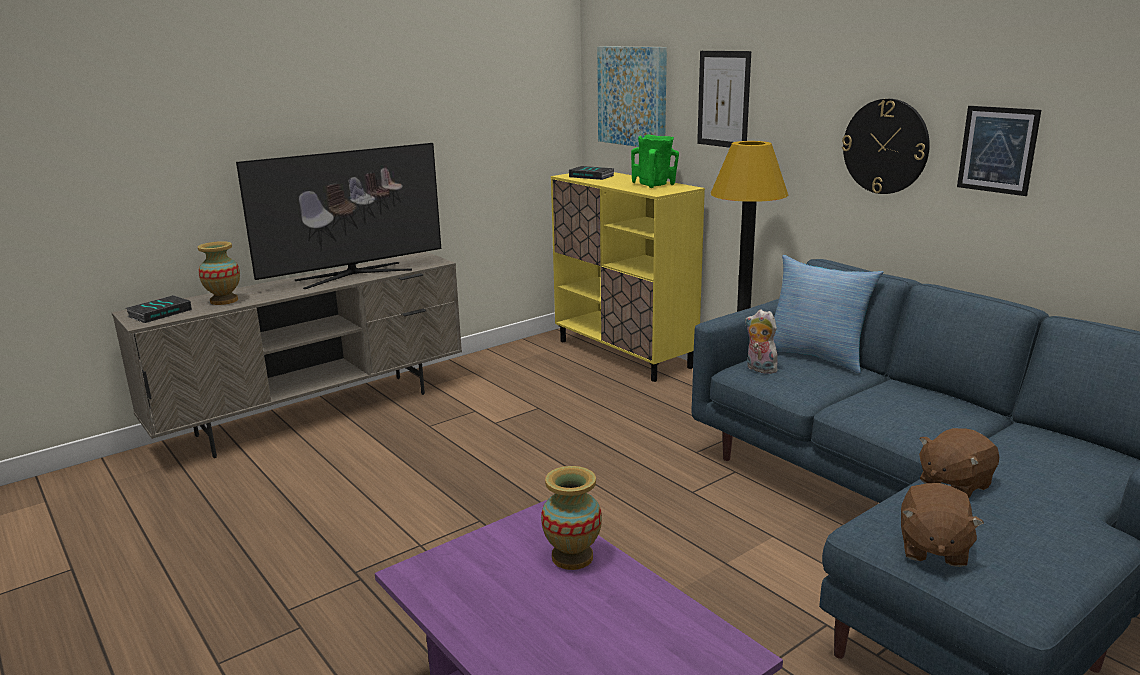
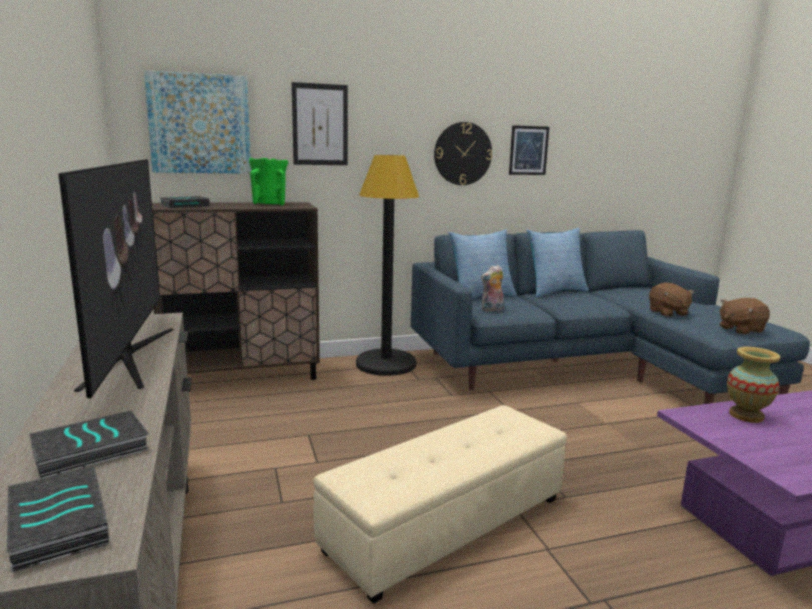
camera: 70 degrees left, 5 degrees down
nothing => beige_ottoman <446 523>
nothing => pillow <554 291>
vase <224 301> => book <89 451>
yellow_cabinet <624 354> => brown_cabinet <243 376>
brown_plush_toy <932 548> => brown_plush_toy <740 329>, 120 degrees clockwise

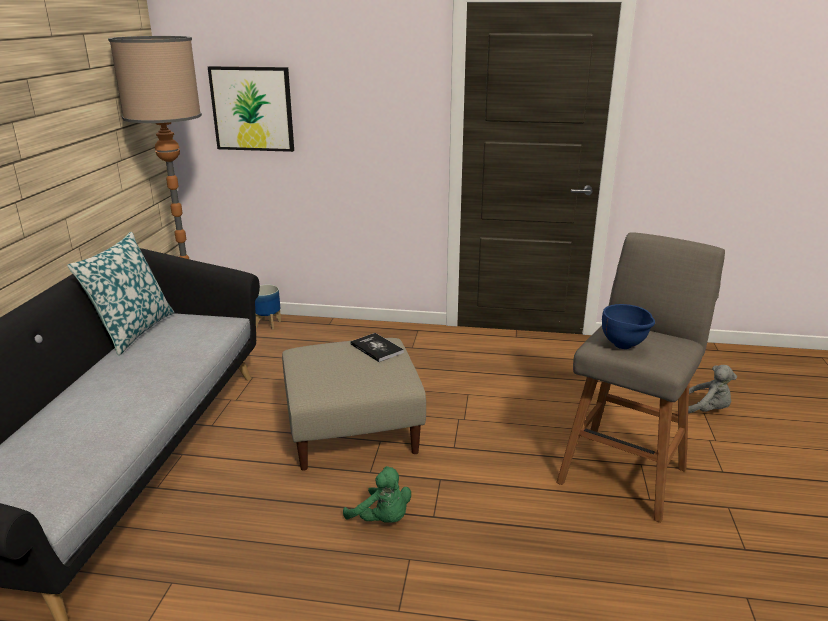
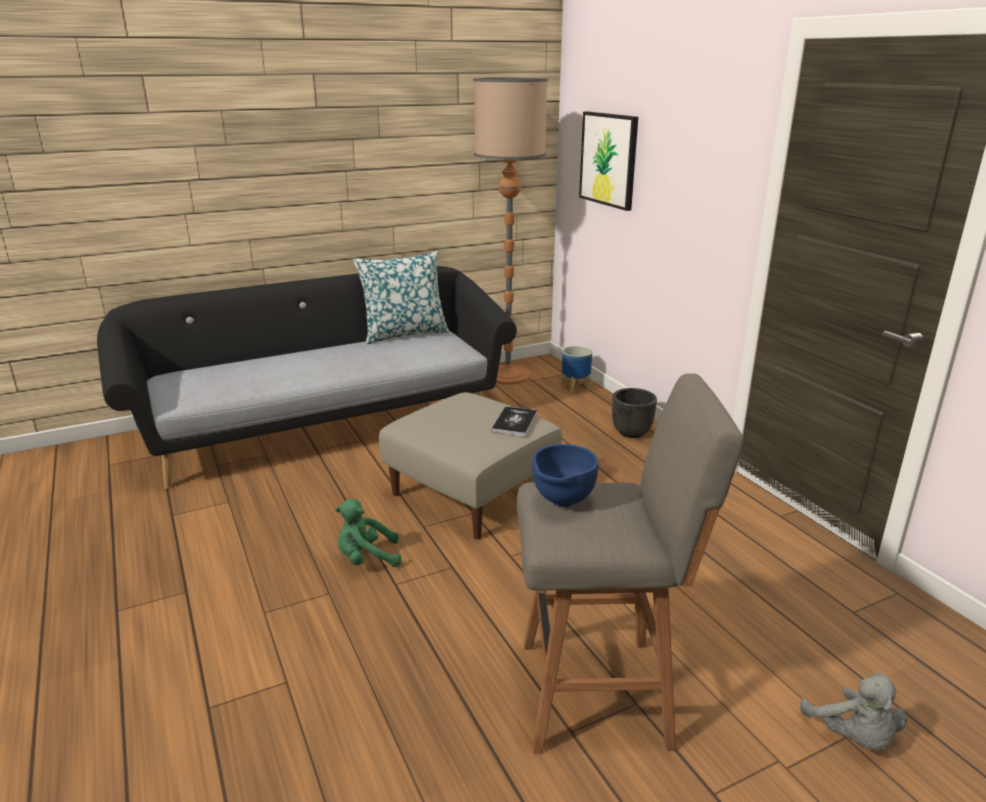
camera: 55 degrees right, 0 degrees up
nothing => black_planter <632 432>
green_plush_toy <382 519> => green_plush_toy <367 558>, 75 degrees clockwise

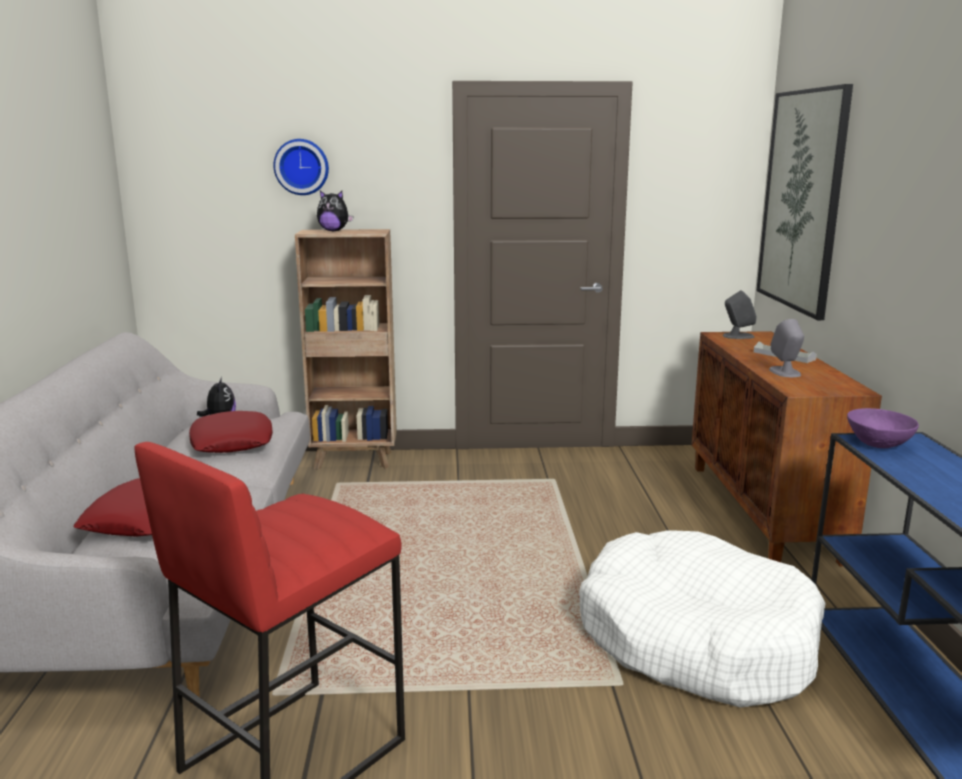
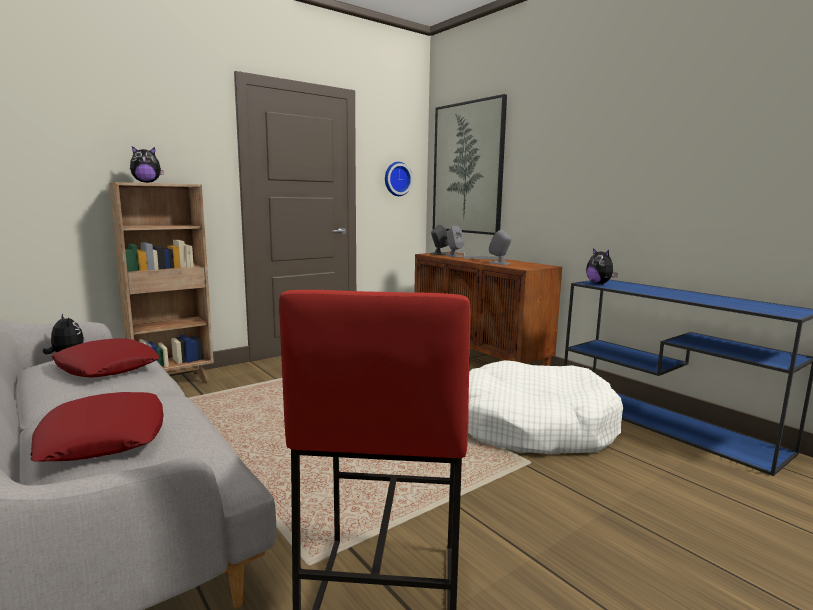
camera: 35 degrees left, 5 degrees down
nothing => grey_speaker <454 255>
wall_clock <302 167> => wall_clock <396 179>, shifted
purple_bowl <878 444> => plush_toy <599 284>

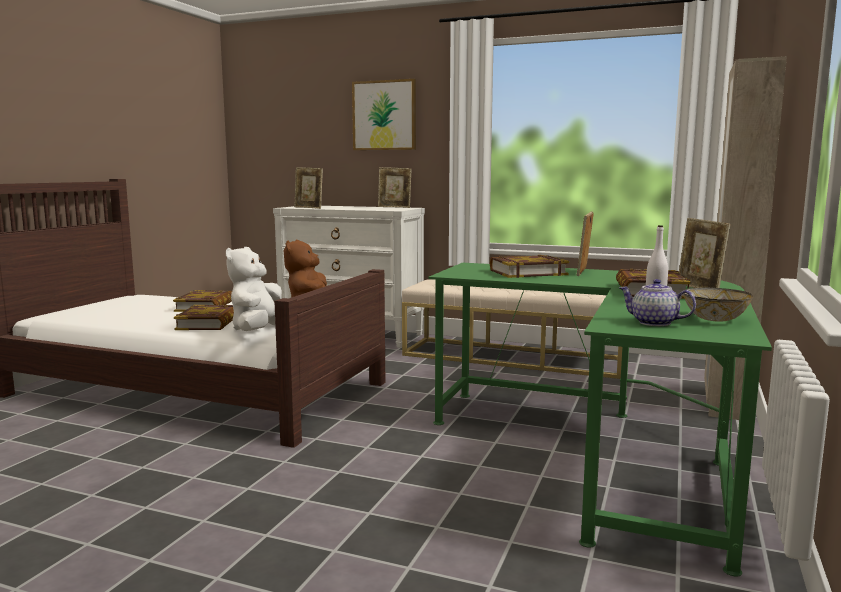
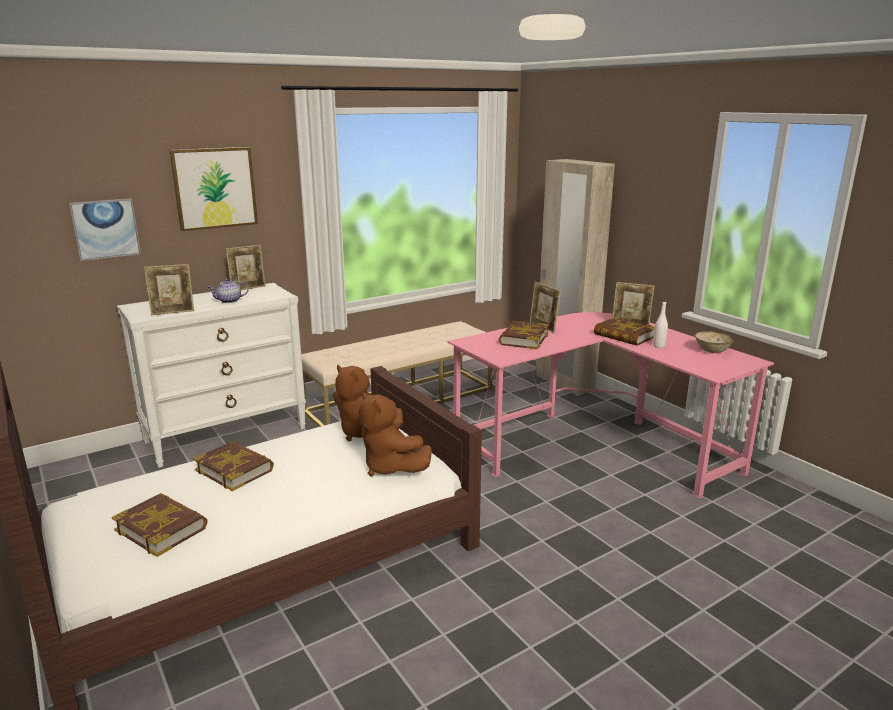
camera: 55 degrees left, 10 degrees up
nothing => picture <105 229>
book <209 323> => book <162 528>, shifted
teapot <653 323> => teapot <229 301>, shifted
white_plush_toy <259 331> => brown_plush_toy <390 467>
green_desk <599 451> => pink_desk <594 444>

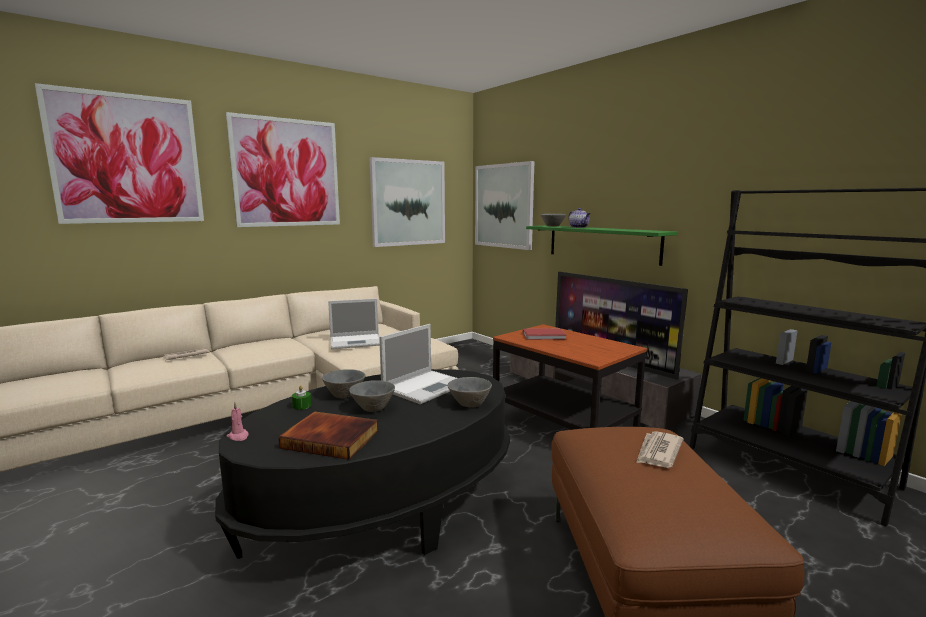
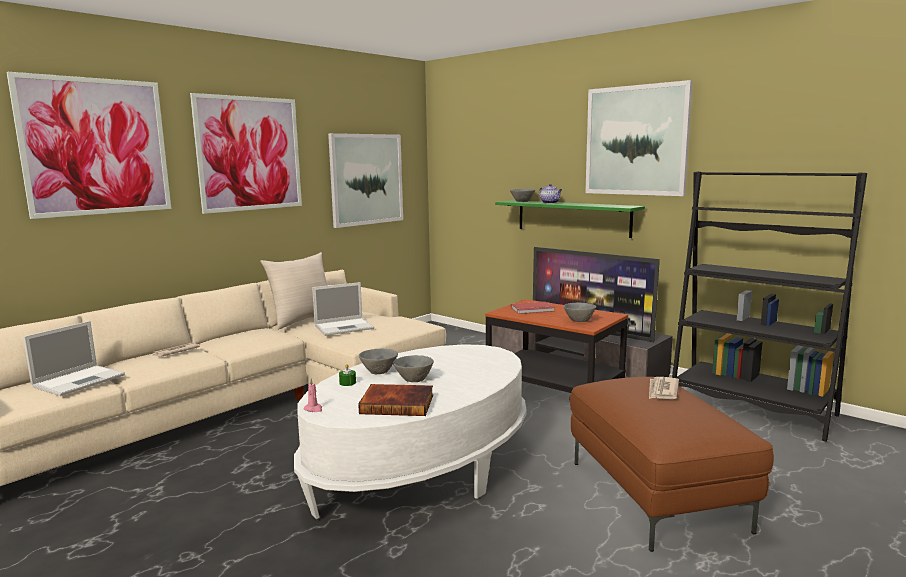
camera: 10 degrees left, 0 degrees up
nothing => beige_pillow <302 320>
laptop <426 386> => laptop <80 380>, shifted
grey_bowl <470 403> => grey_bowl <579 320>, shifted
picture <503 206> => picture <636 140>, shifted
black_coffee_table <383 505> => white_coffee_table <421 469>

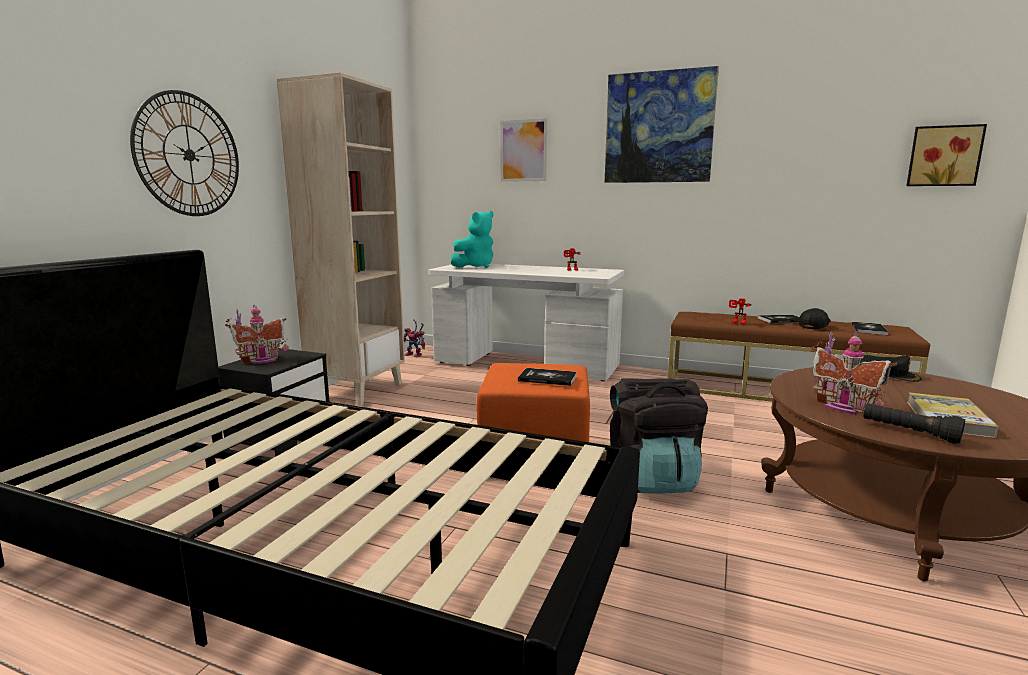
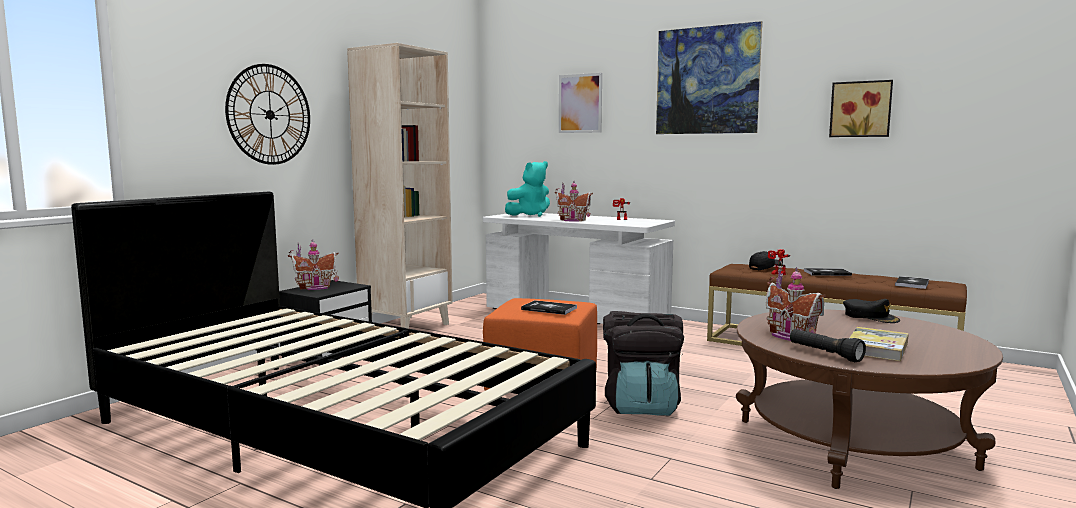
camera: 10 degrees right, 5 degrees down
toy_robot <415 355> => nothing
nothing => toy_house <572 220>
black_cap <814 326> => black_cap <764 268>, shifted
picture <944 156> => picture <860 109>, shifted

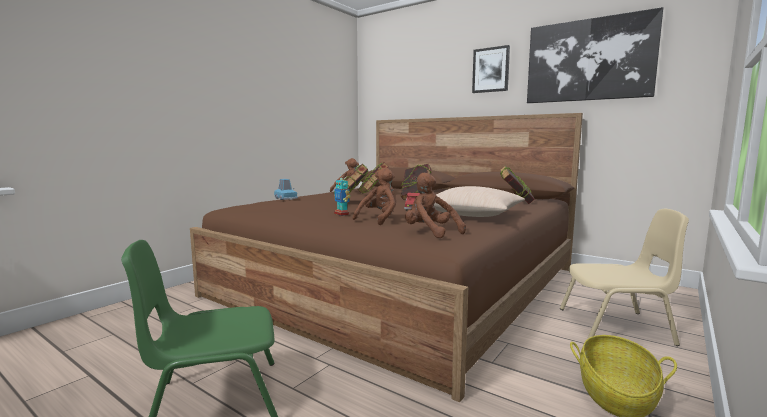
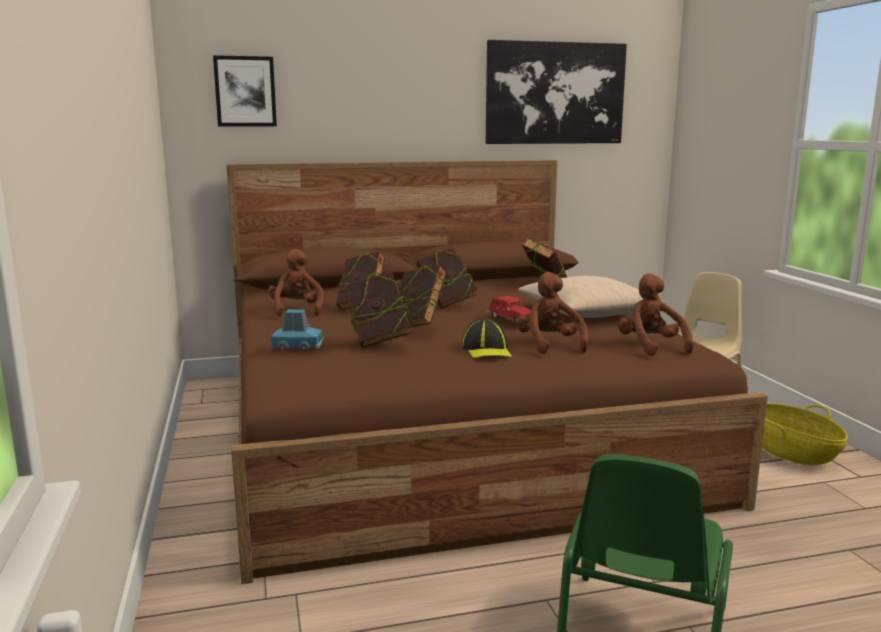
camera: 50 degrees left, 5 degrees up
nothing => book <378 341>
picture <491 70> => picture <245 91>, shifted
toy_robot <341 214> => cap <487 350>
brown_plush_toy <430 232> => brown_plush_toy <650 347>, 75 degrees clockwise

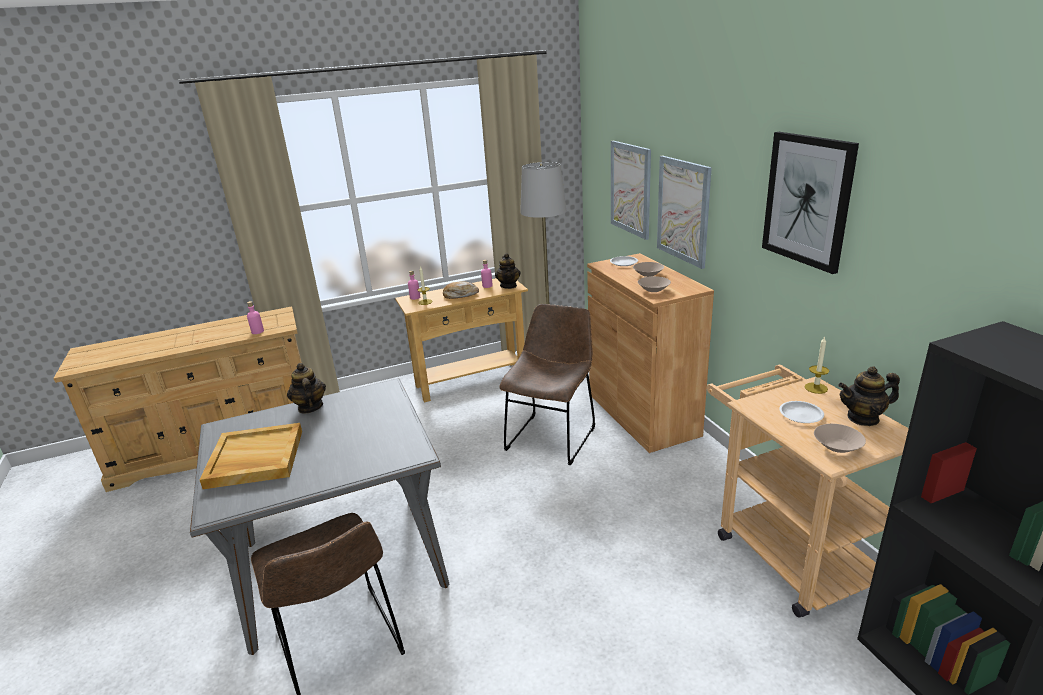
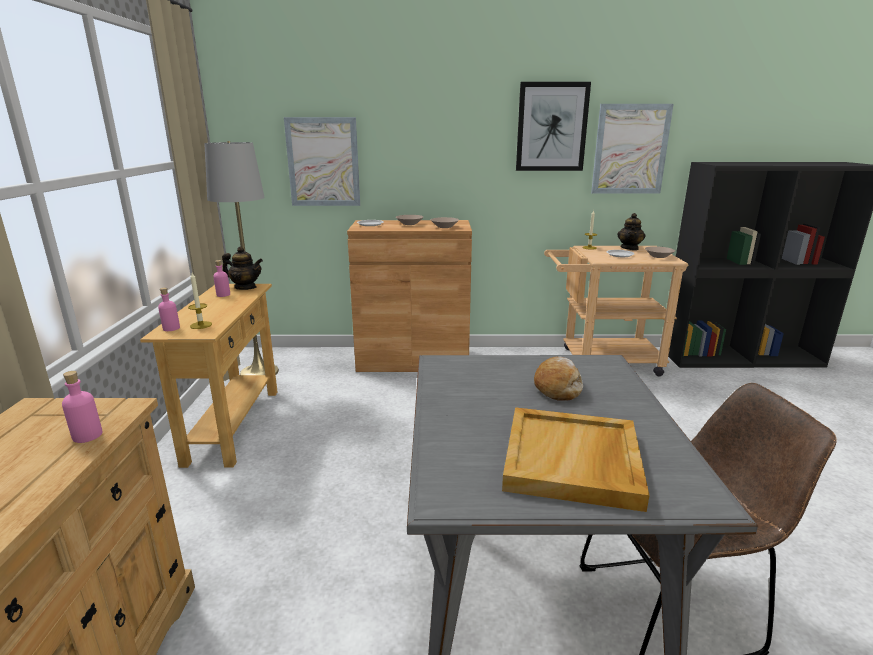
camera: 70 degrees left, 5 degrees down
teapot <310 407> => nothing
brown_chair <552 436> => nothing
bread <460 295> => bread <557 386>, shifted
picture <683 210> => picture <630 149>, shifted

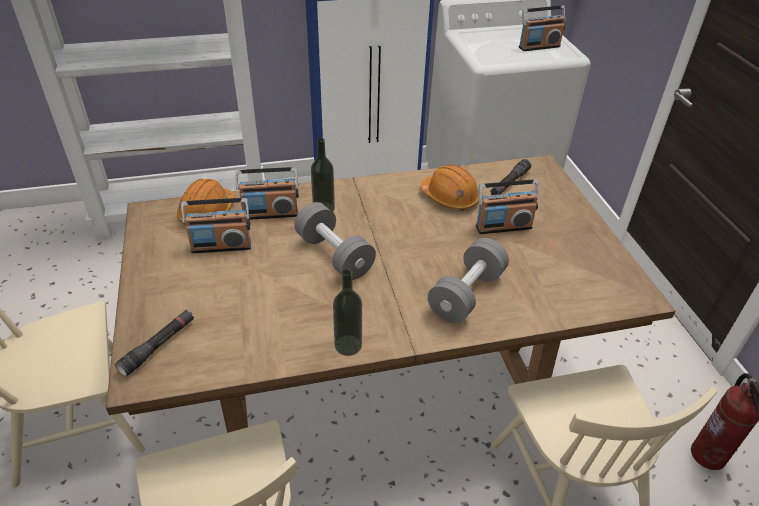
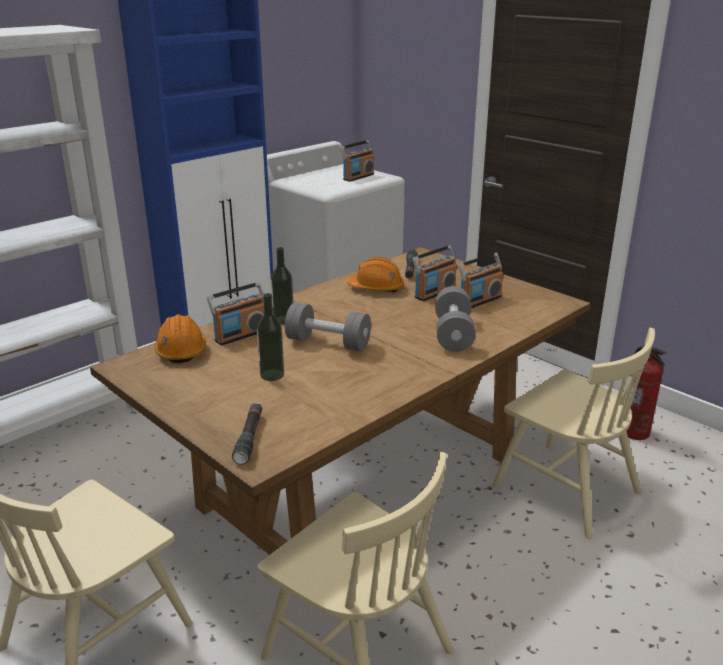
camera: 30 degrees left, 15 degrees down
radio <221 246> => radio <479 301>, shifted
bottle <348 345> => bottle <272 375>, shifted

